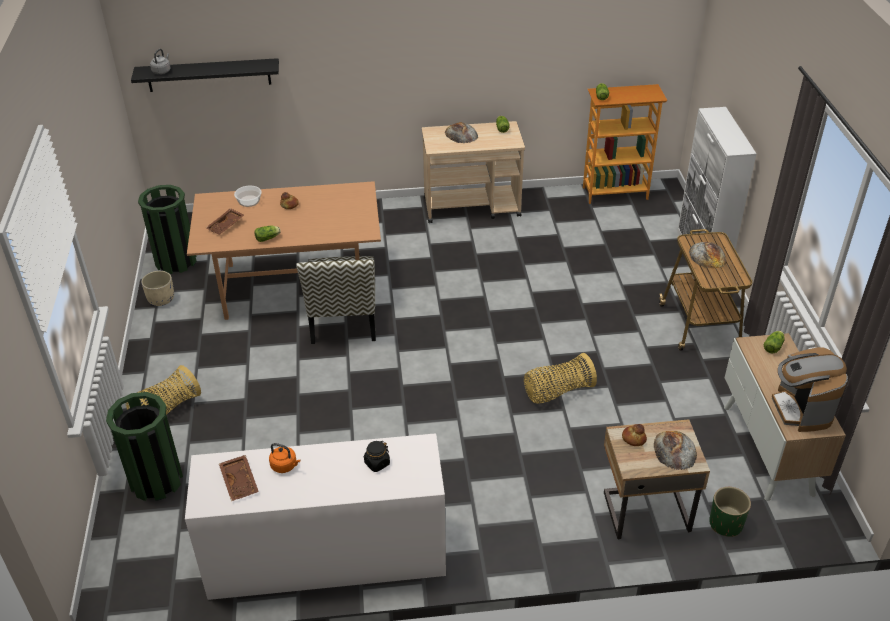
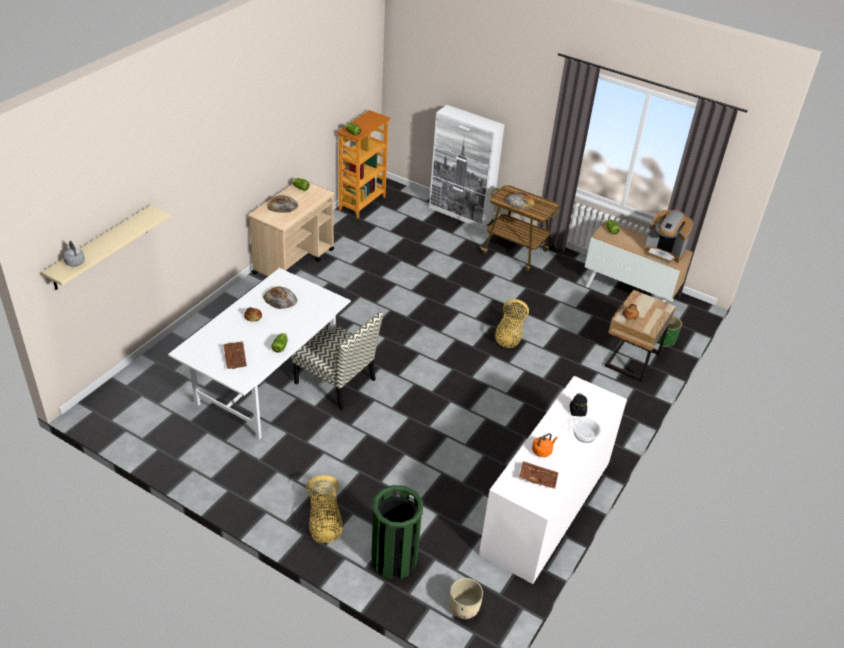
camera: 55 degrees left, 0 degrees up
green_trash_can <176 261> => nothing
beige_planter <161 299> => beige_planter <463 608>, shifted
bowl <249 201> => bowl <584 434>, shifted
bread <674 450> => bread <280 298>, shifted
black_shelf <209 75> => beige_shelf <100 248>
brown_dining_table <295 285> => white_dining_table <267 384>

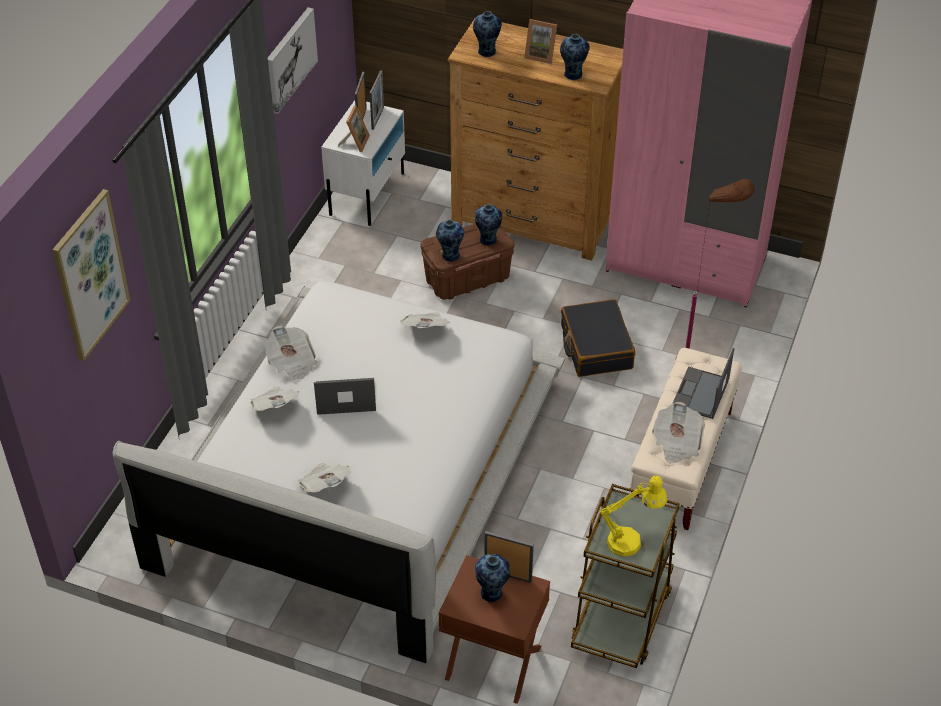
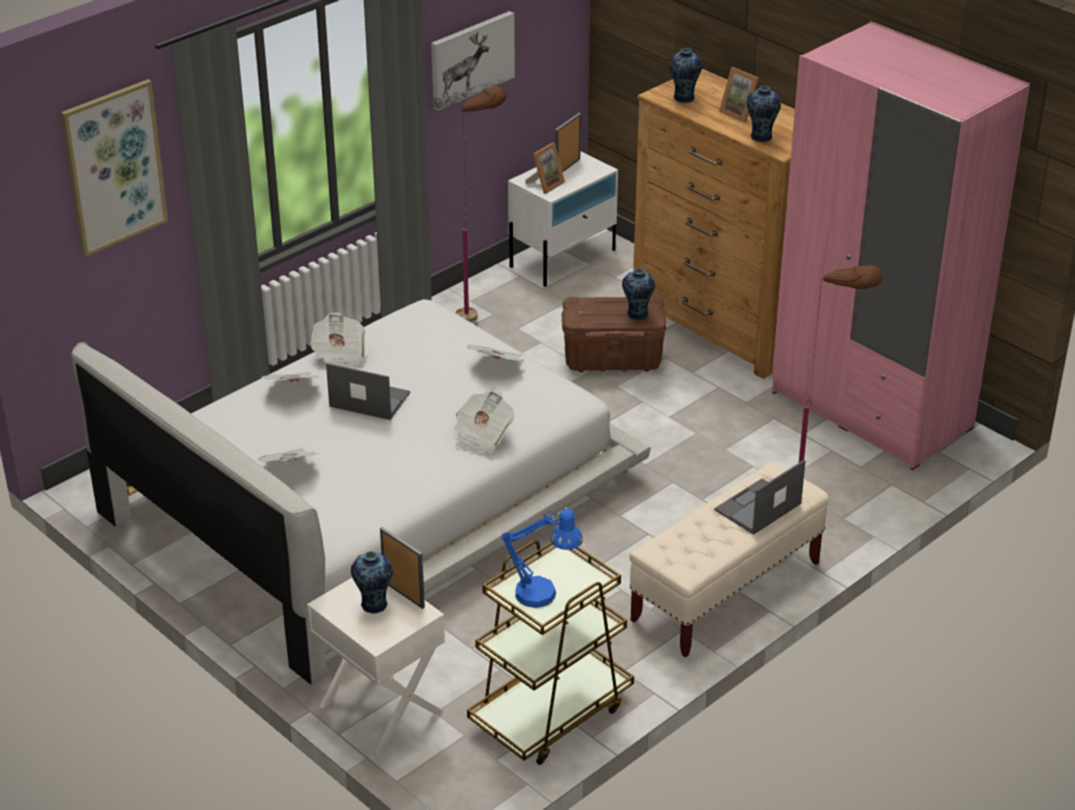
camera: 25 degrees right, 10 degrees down
picture_frame <377 118> => nothing
vase <450 256> => nothing
black_suitcase <595 347> => nothing
nothing => brown_floor_lamp <482 315>
newspaper <676 443> => newspaper <481 436>, shifted
brown_nightstand <493 663> => white_nightstand <380 709>
yellow_table_lamp <631 541> => blue_table_lamp <544 595>

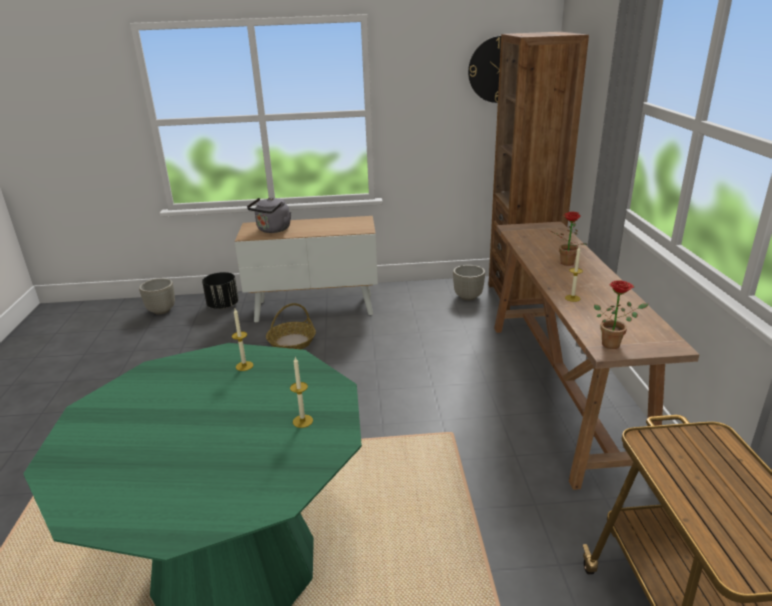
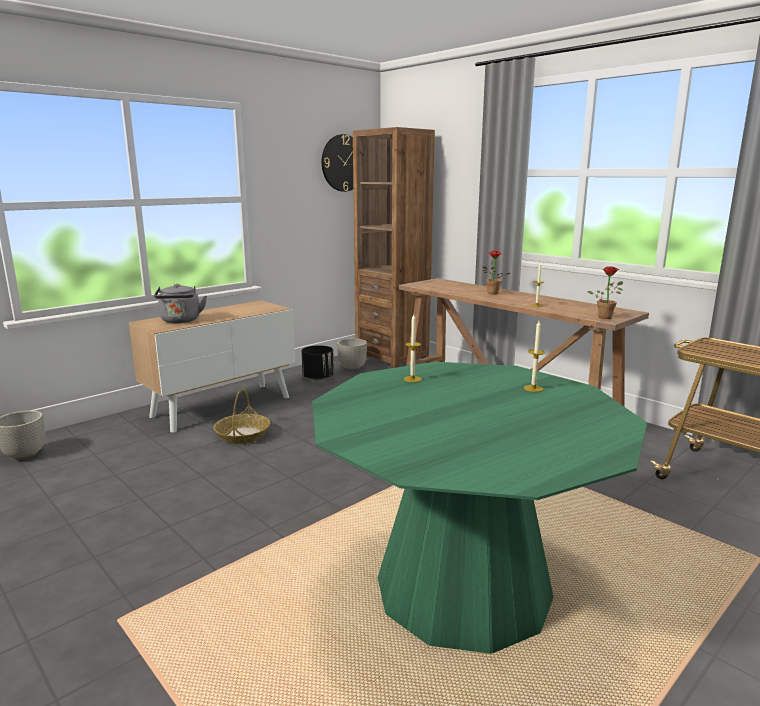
camera: 40 degrees left, 10 degrees down
black_planter <223 305> => black_planter <318 378>, shifted

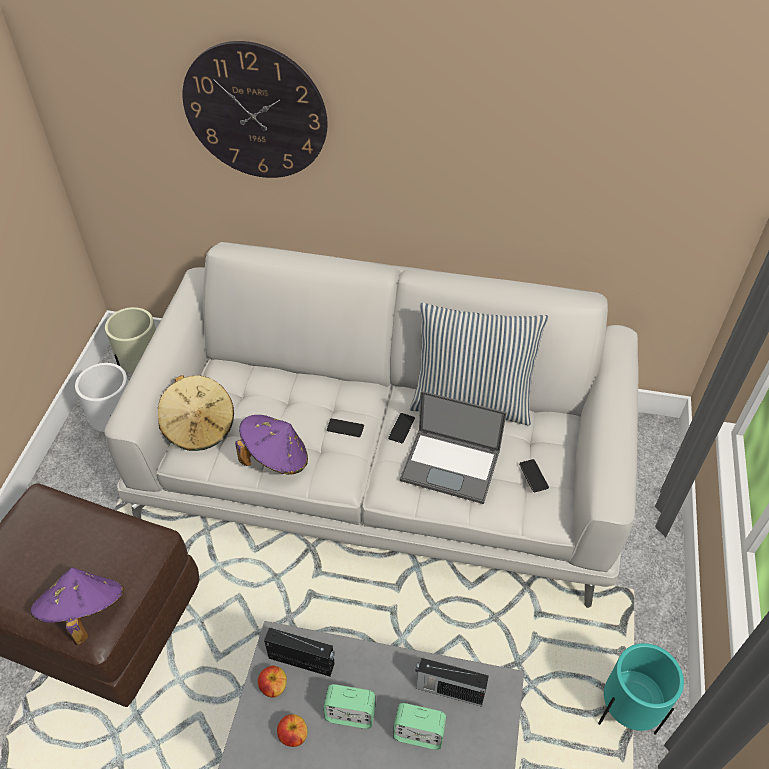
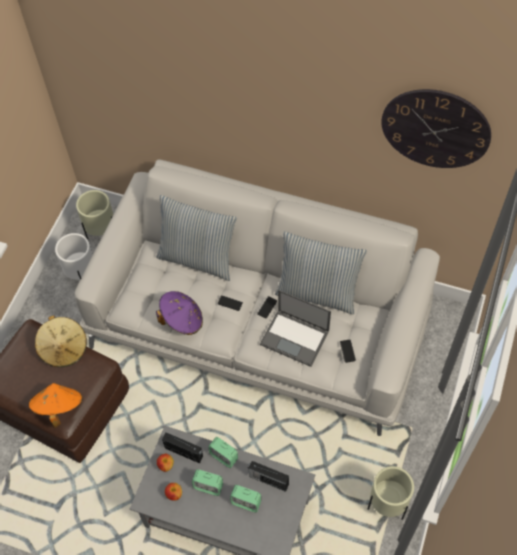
camera: 10 degrees right, 10 degrees up
nothing => pillow <198 258>
nothing => alarm_clock <224 456>
beige_hat <200 427> => beige_hat <64 349>, shifted
wall_clock <255 112> => wall_clock <435 129>, shifted
purple_hat <84 612> => orange_hat <58 408>
turquoise_planter <626 713> => beige_planter <387 505>

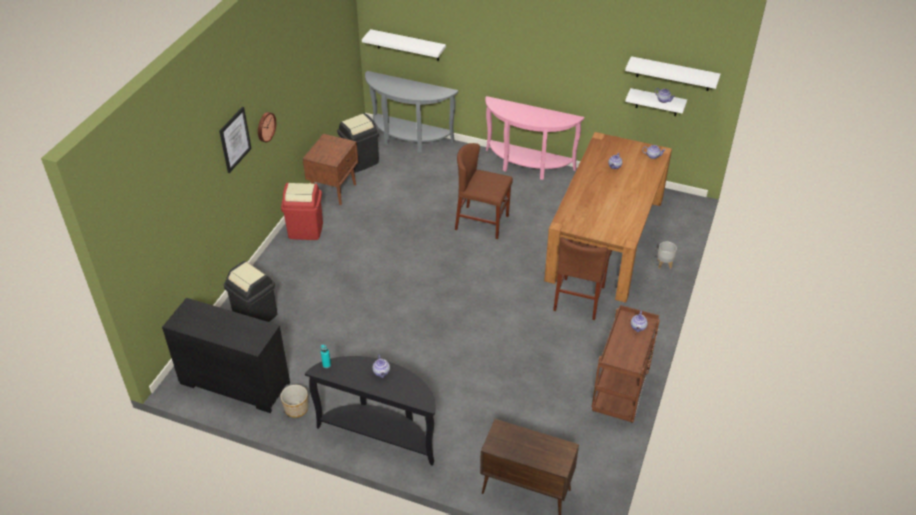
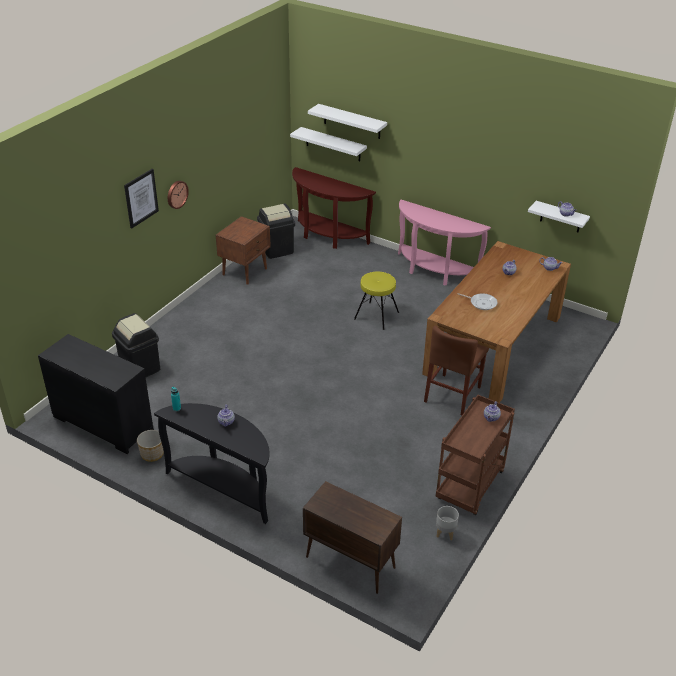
camera: 10 degrees right, 5 degrees down
red_trash_can <306 230> => nothing
nothing => frying_pan <481 303>
white_shelf <673 74> => white_shelf <352 121>, shifted
grey_planter <664 264> => grey_planter <445 533>, shifted
brown_chair <482 222> => yellow_stool <376 315>
grey_console_table <408 139> => brown_console_table <327 236>

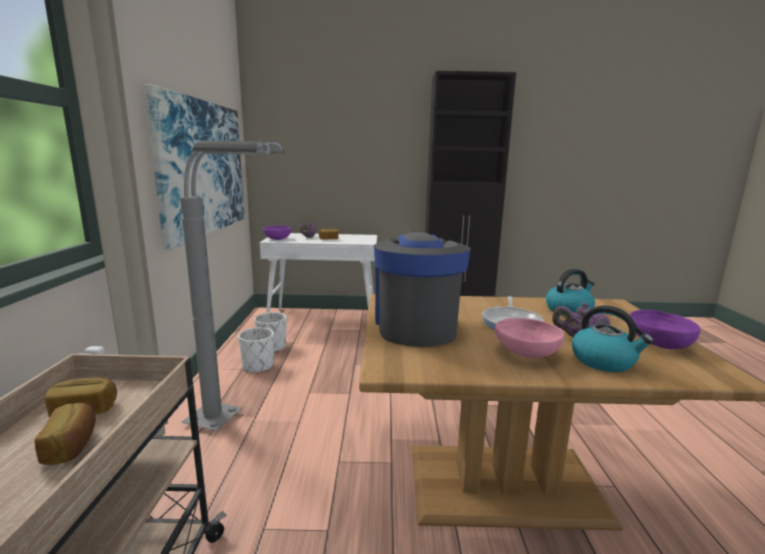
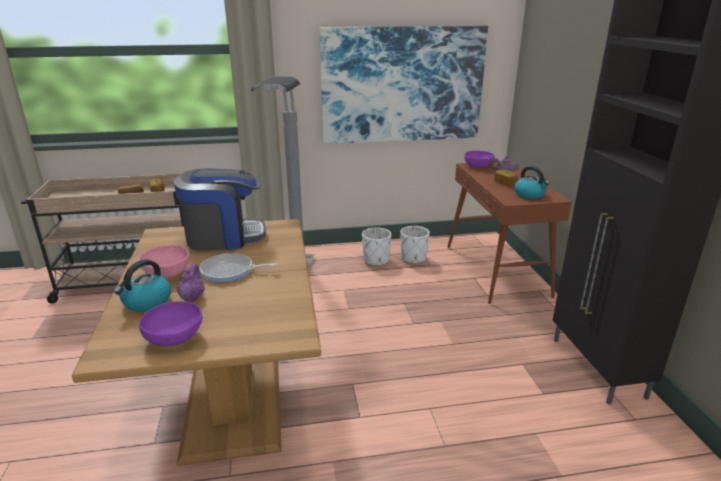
camera: 80 degrees right, 10 degrees up
kettle <569 310> => kettle <530 194>, shifted
white_console_table <324 320> => brown_console_table <496 270>

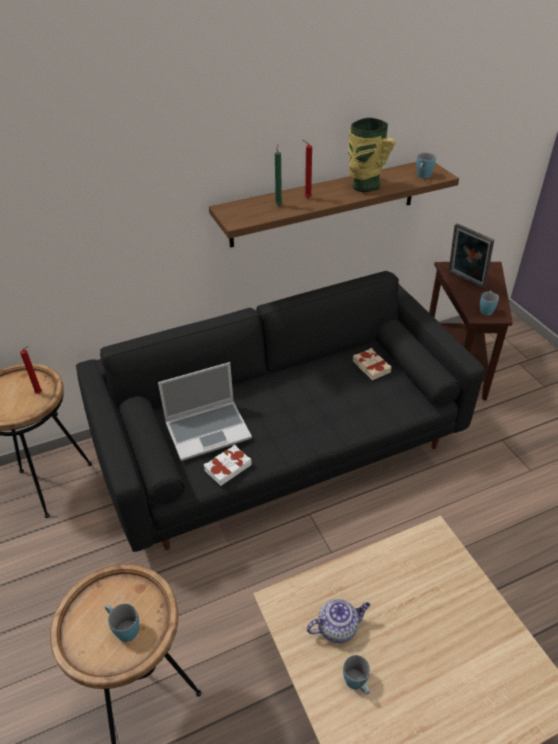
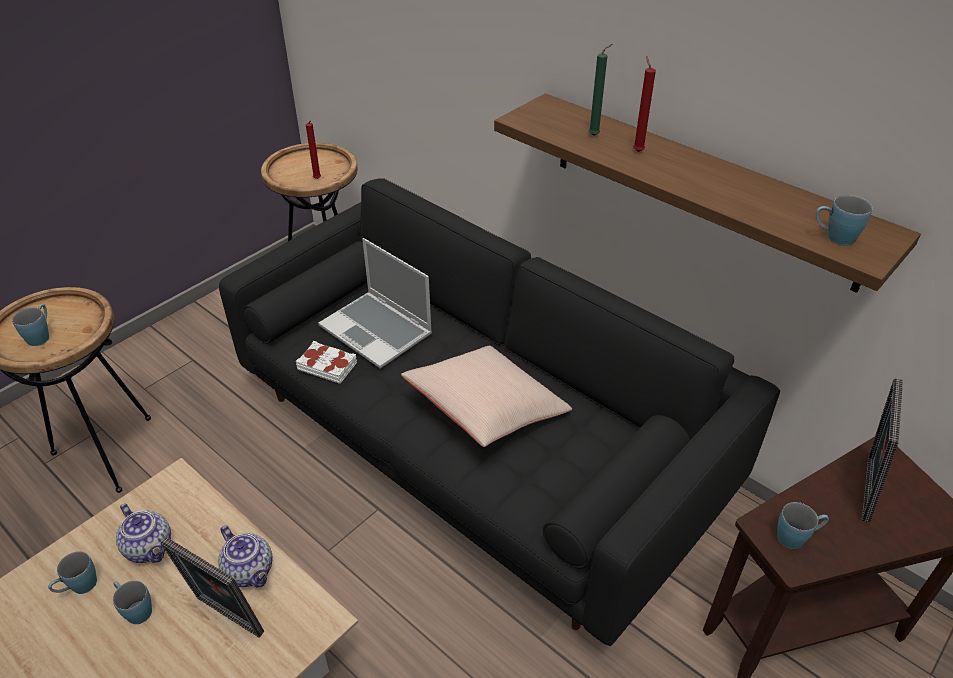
camera: 65 degrees right, 0 degrees up
vase <364 186> => nothing
beige_book <371 367> => nothing
nothing => blue_mug <135 609>
nothing => picture_frame <226 619>
nothing => teapot <250 571>
nothing => beige_pillow <486 409>

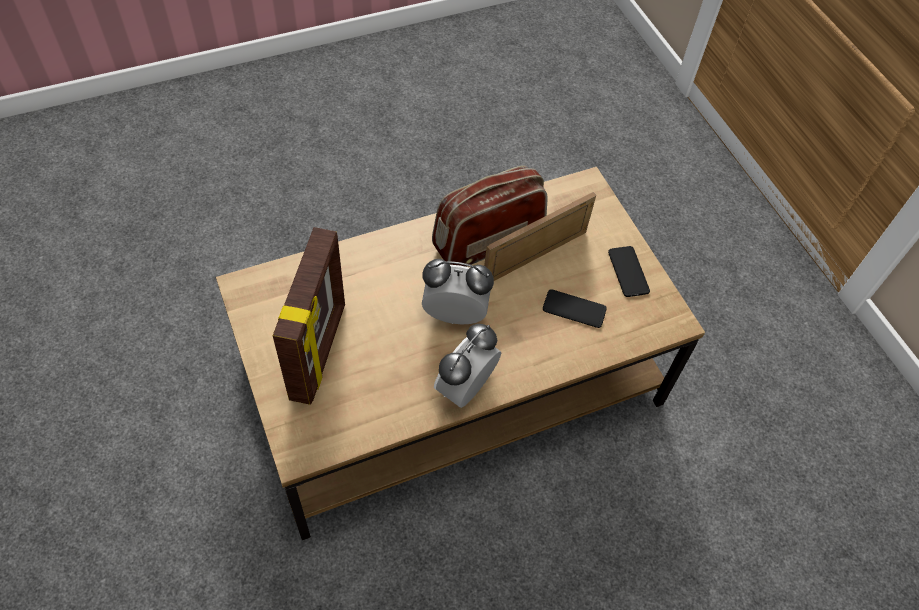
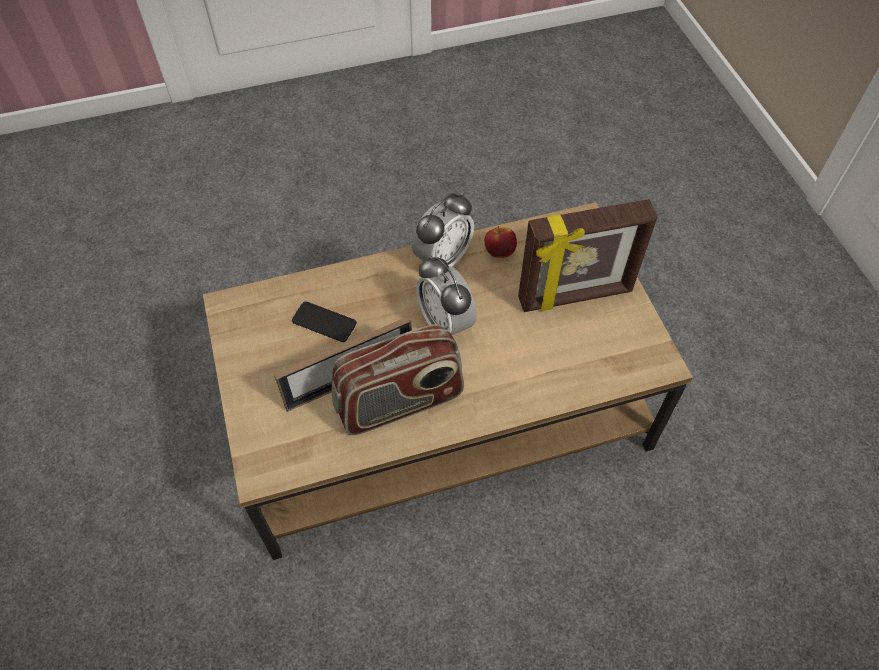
camera: 170 degrees left, 0 degrees up
phone <628 272> => nothing
nothing => apple <499 252>
picture_frame <320 351> => picture_frame <575 296>, 120 degrees counterclockwise
alarm_clock <454 315> => alarm_clock <445 323>, 45 degrees clockwise

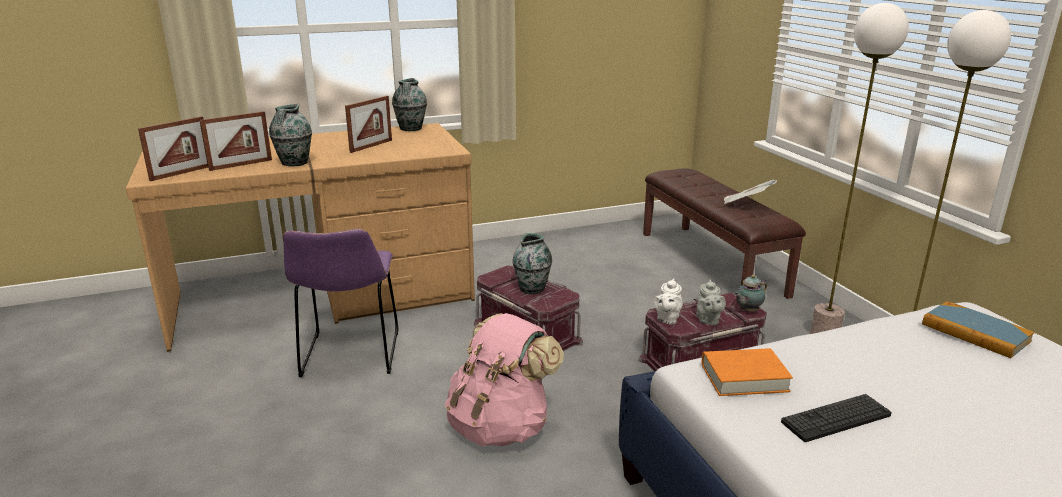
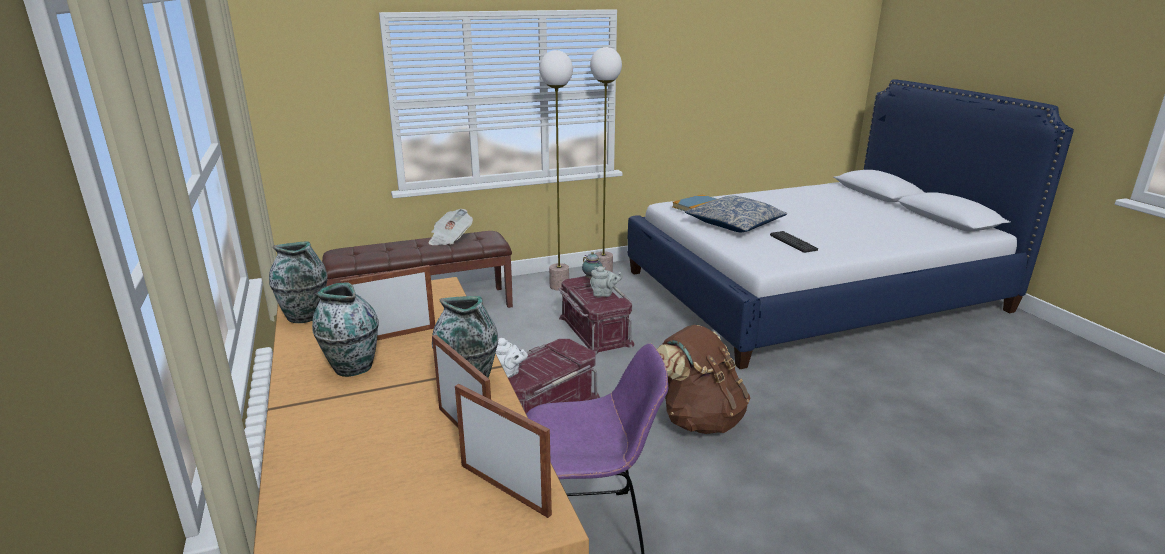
camera: 90 degrees left, 0 degrees up
orange_book <744 378> => nothing
nothing => pillow <735 224>
vase <532 288> => vase <352 366>, shifted
white_teapot <667 319> => white_teapot <508 373>, shifted
pink_backpack <501 427> => brown_backpack <699 419>
picture_frame <371 146> => picture_frame <393 336>, 60 degrees counterclockwise

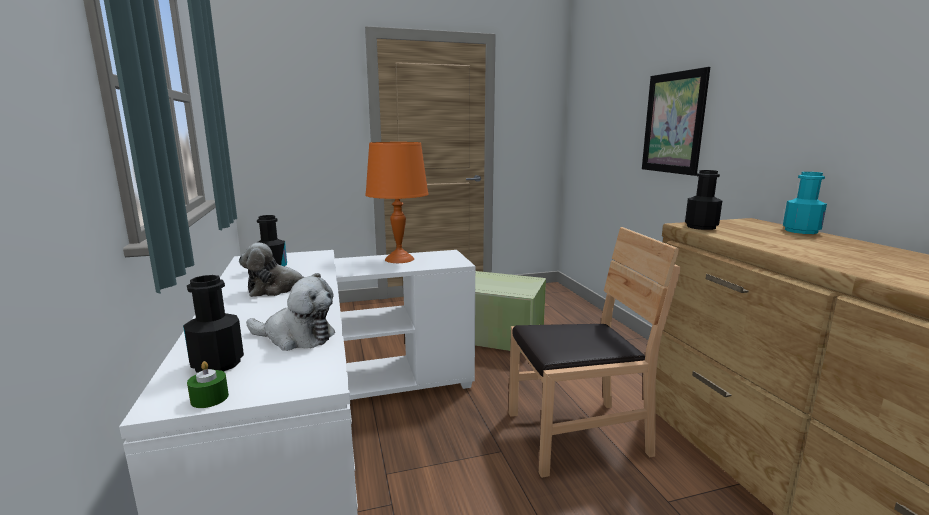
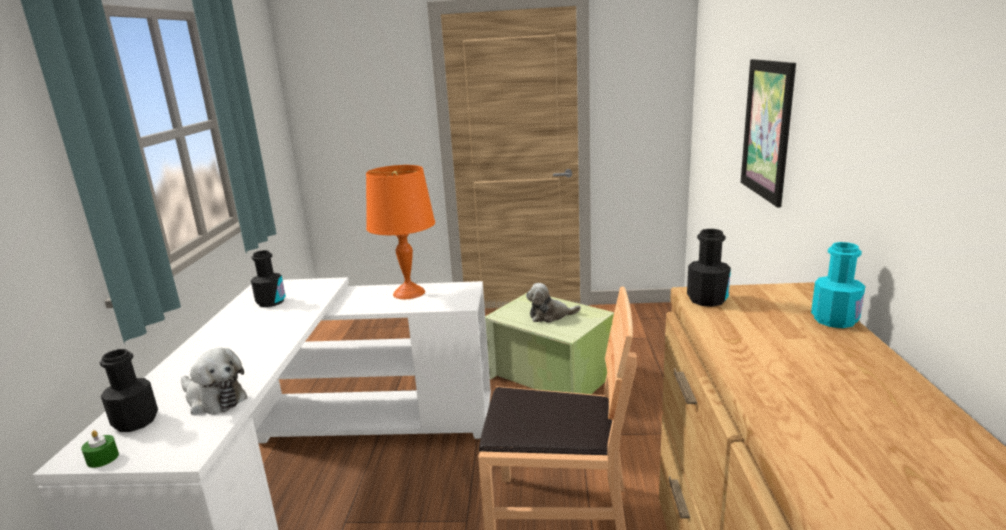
camera: 20 degrees right, 5 degrees up
plush_toy <277 289> => plush_toy <550 316>, shifted

